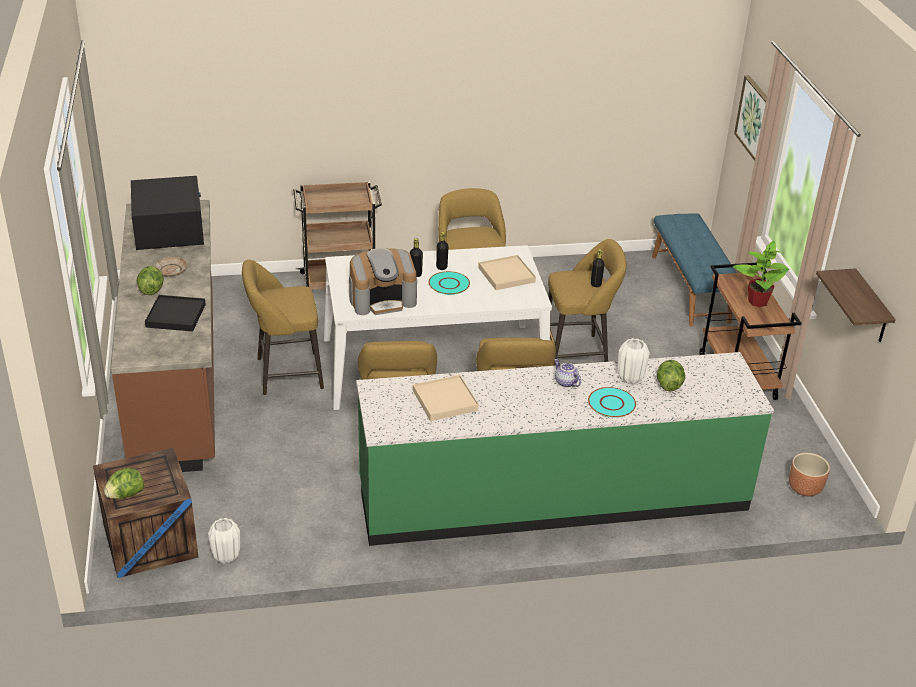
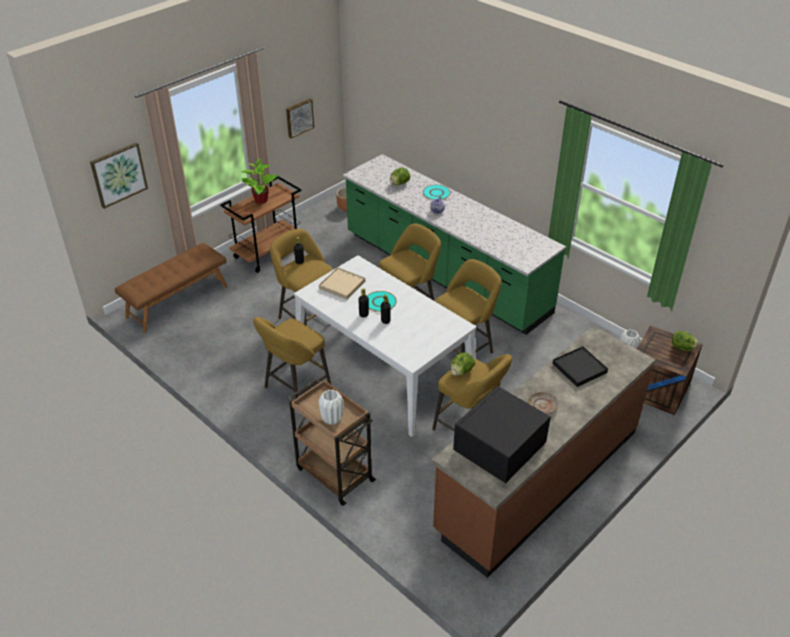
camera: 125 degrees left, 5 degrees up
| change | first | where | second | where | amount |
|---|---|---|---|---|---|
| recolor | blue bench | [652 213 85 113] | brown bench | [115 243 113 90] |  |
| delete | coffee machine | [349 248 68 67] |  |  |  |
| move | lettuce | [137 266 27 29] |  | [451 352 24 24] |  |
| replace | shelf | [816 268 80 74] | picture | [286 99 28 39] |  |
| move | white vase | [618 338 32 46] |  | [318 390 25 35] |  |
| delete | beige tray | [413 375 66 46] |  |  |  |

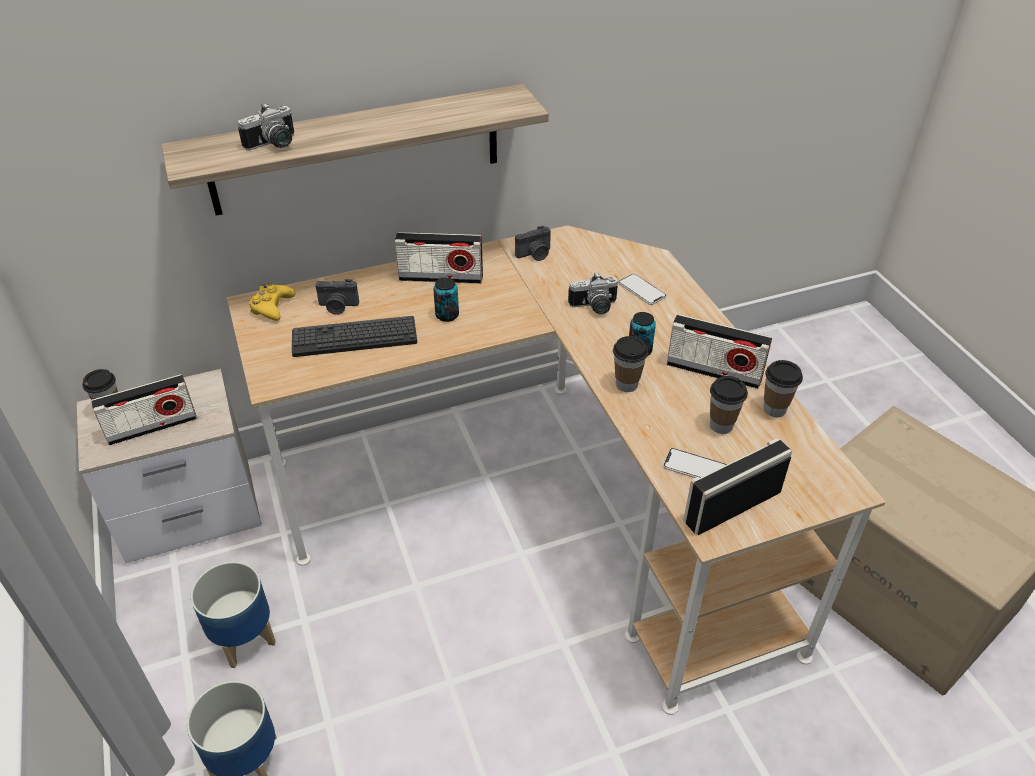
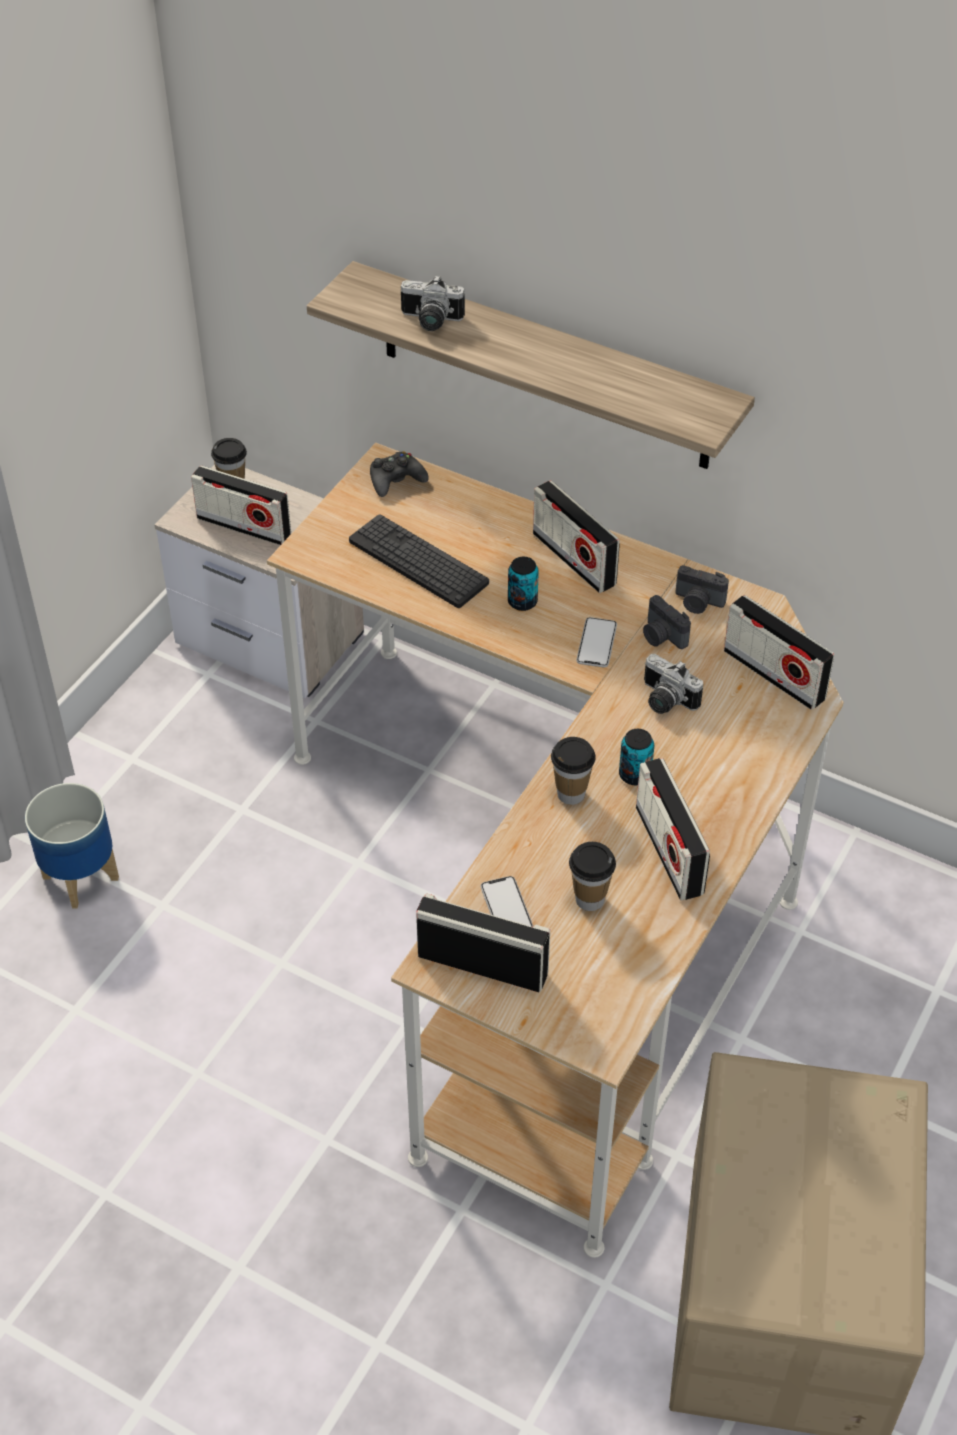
camera: 50 degrees right, 5 degrees up
| change | first | where | second | where | amount |
|---|---|---|---|---|---|
| move | phone | [618 274 49 31] |  | [576 617 41 50] |  |
| move | photo camera | [316 279 43 36] |  | [643 595 48 54] |  |
| recolor | yellow game controller | [250 284 45 37] | black game controller | [370 451 59 46] |  |
| delete | cup | [763 360 40 57] |  |  |  |
| delete | planter | [191 561 85 107] |  |  |  |
| insert |  |  | radio | [724 595 111 115] |  |

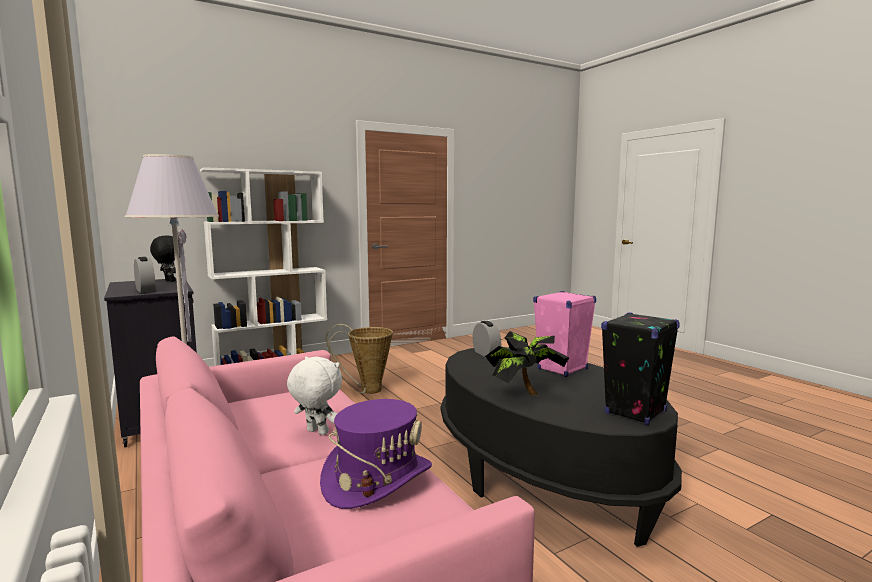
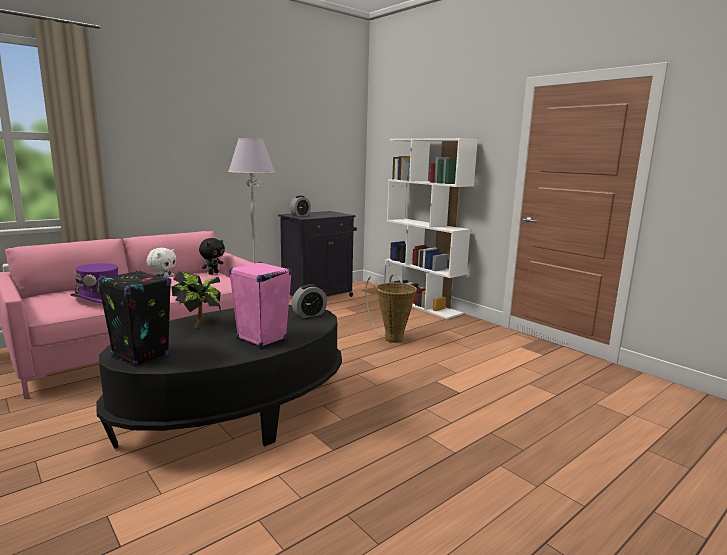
camera: 80 degrees right, 5 degrees up
| change | first | where | second | where | amount |
|---|---|---|---|---|---|
| move | black plush toy | [150 235 30 47] |  | [199 238 26 37] |  |

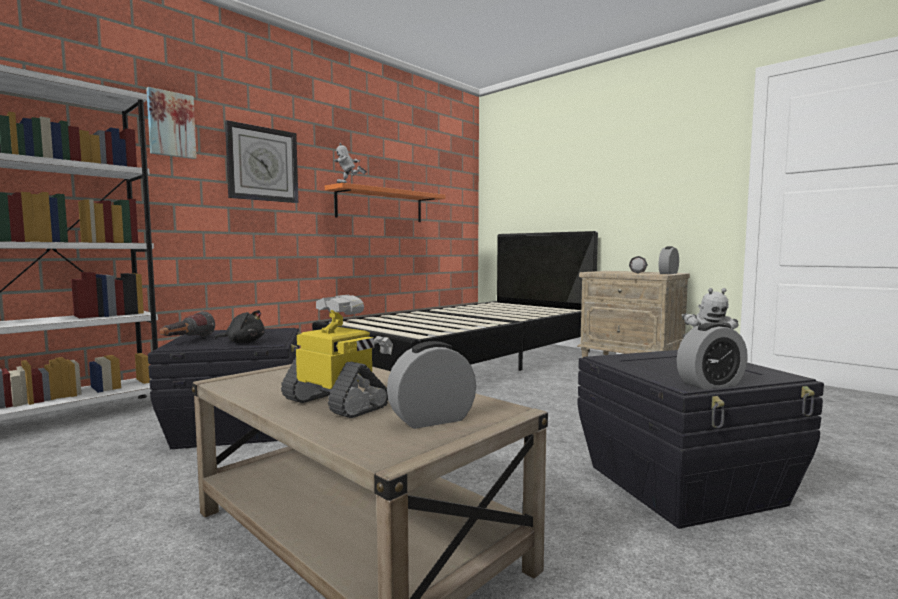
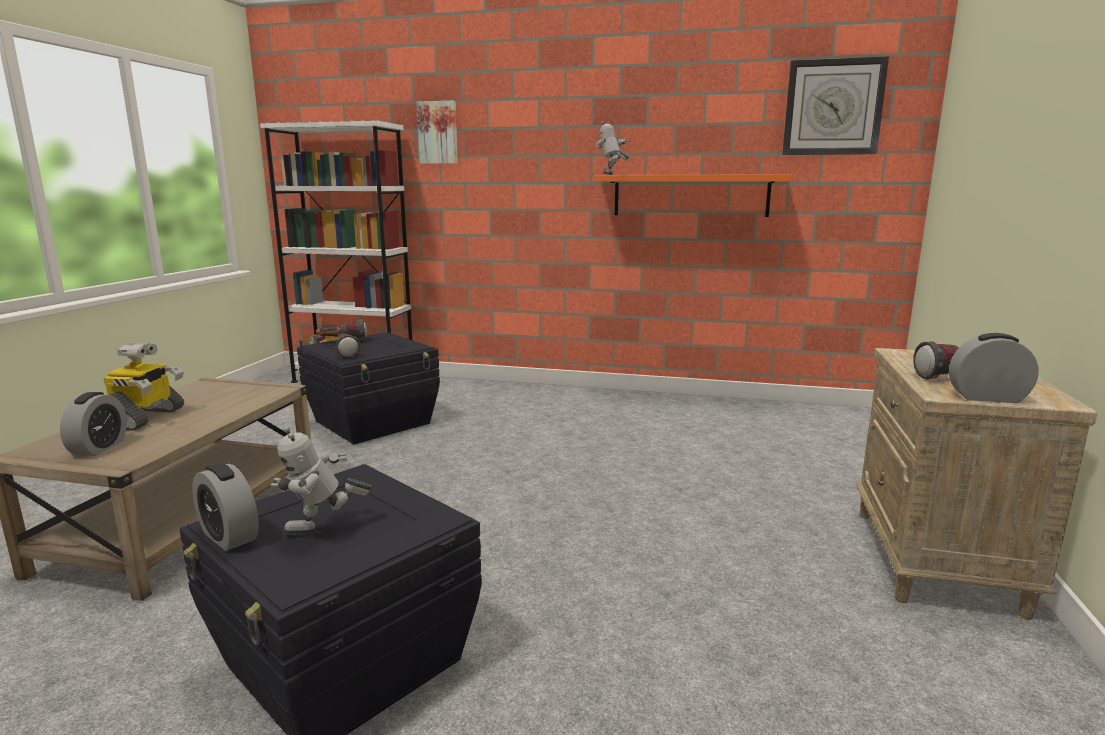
camera: 60 degrees right, 10 degrees up
| change | first | where | second | where | amount |
|---|---|---|---|---|---|
| move | wall clock | [225 120 73 83] |  | [782 57 107 98] |  |
| delete | black bed | [312 231 286 140] |  |  |  |
| replace | black plush toy | [215 310 50 33] | flashlight | [335 333 26 26] |  |
| rotate | alarm clock | [387 341 89 88] |  | [60 392 67 64] | 60 degrees clockwise |

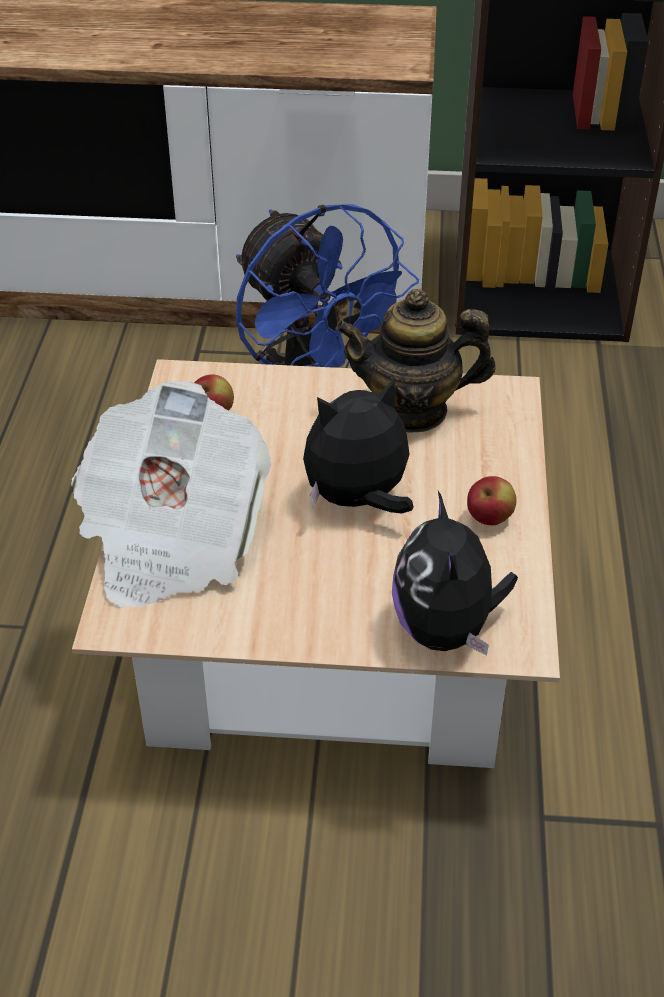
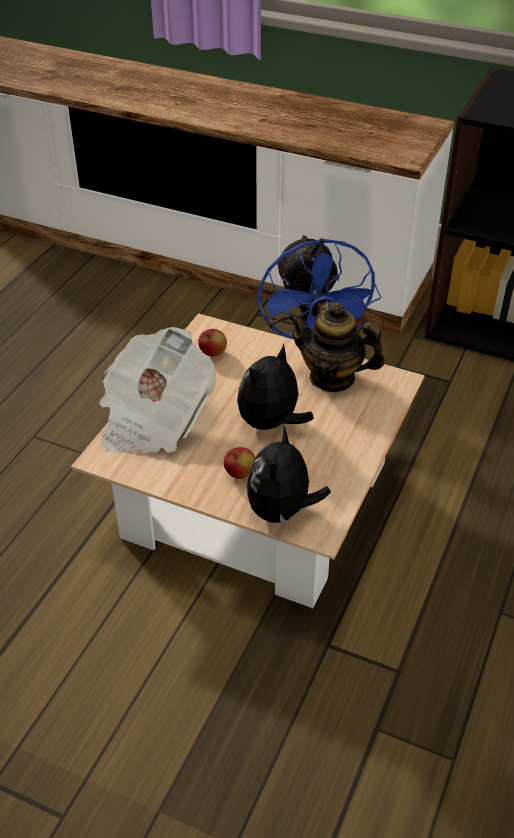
camera: 20 degrees right, 0 degrees up
| change | first | where | second | where | amount |
|---|---|---|---|---|---|
| rotate | plush toy | [303 377 110 136] |  | [237 344 77 89] | 45 degrees counterclockwise |
| move | apple | [467 476 49 49] |  | [224 447 31 32] |  |

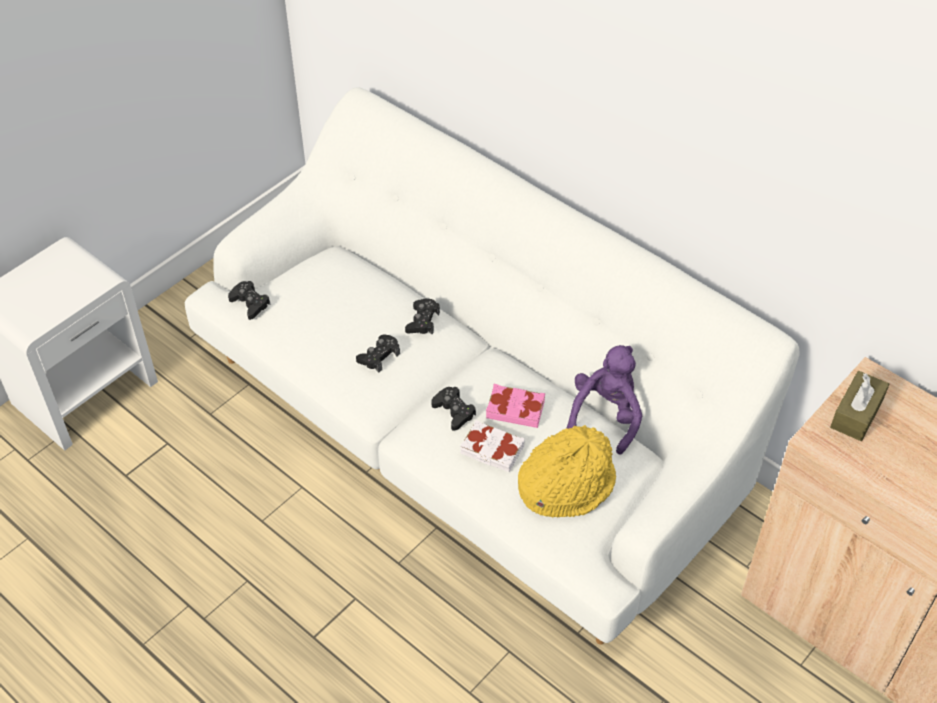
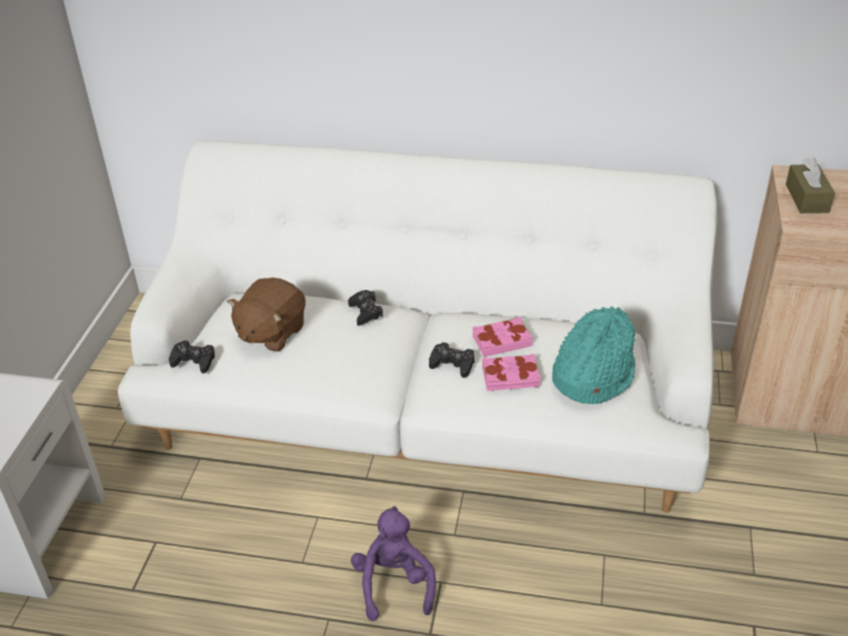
camera: 30 degrees left, 10 degrees down
| change | first | where | second | where | amount |
|---|---|---|---|---|---|
| delete | black game controller | [356 334 44 39] |  |  |  |
| move | purple plush toy | [567 345 75 110] |  | [351 506 85 115] |  |
| recolor | white book | [460 420 65 52] | pink book | [482 354 59 37] |  |
| recolor | yellow hat | [518 425 98 93] | turquoise hat | [552 306 83 98] |  |
| insert |  |  | brown plush toy | [227 278 79 74] |  |

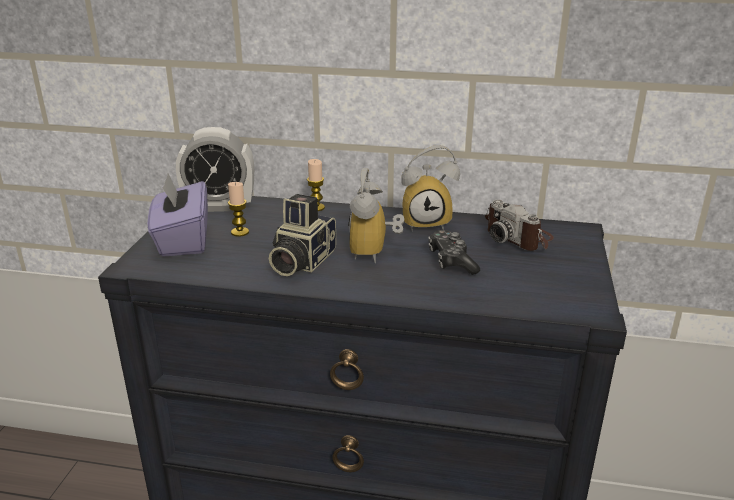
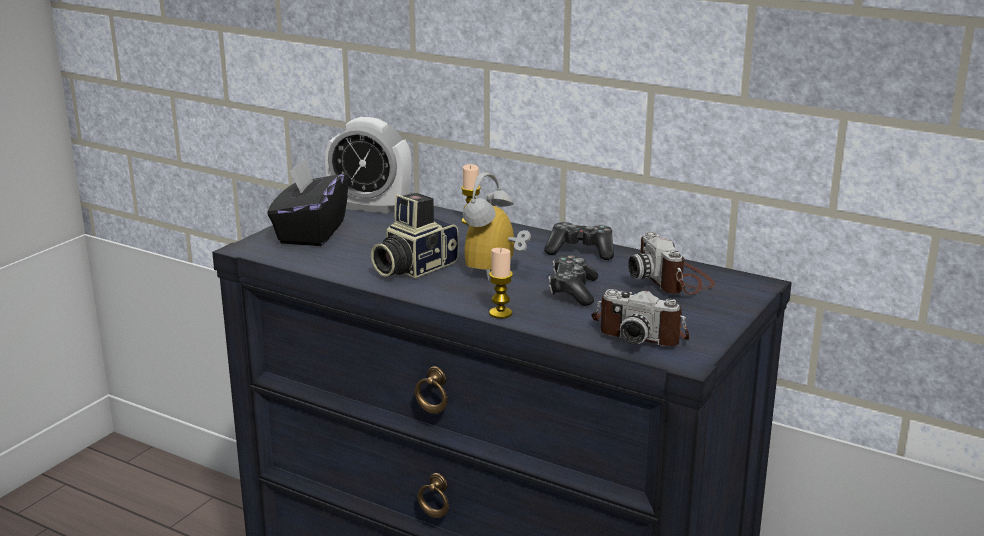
camera: 20 degrees right, 5 degrees down
| change | first | where | second | where | amount |
|---|---|---|---|---|---|
| replace | alarm clock | [401 145 59 86] | game controller | [544 222 70 38] |  |
| recolor | purple tissue box | [147 174 61 83] | black tissue box | [267 158 82 88] |  |
| move | candle | [228 182 21 55] |  | [489 248 24 71] |  |
| insert |  |  | photo camera | [591 289 98 57] |  |

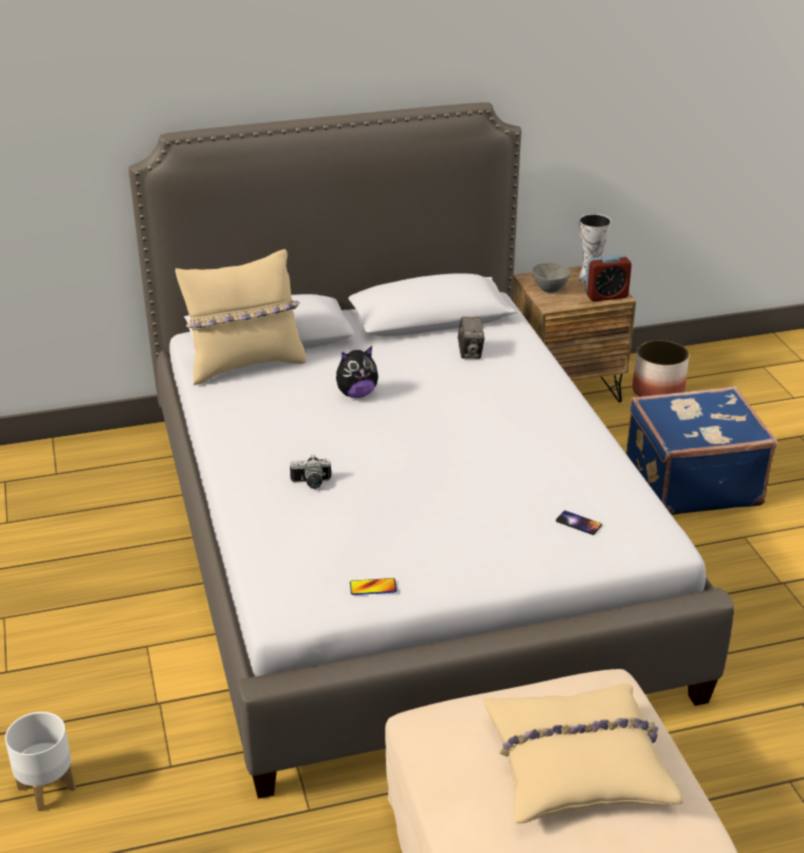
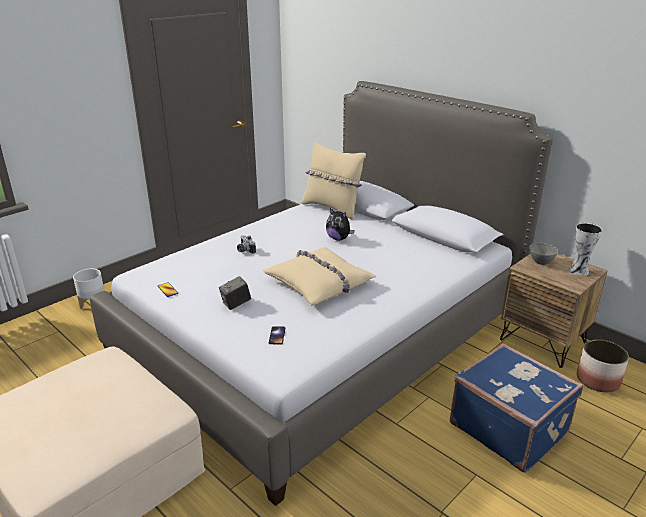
camera: 60 degrees right, 5 degrees down
| change | first | where | second | where | amount |
|---|---|---|---|---|---|
| delete | alarm clock | [585 255 47 46] |  |  |  |
| move | photo camera | [458 317 27 42] |  | [219 276 32 34] |  |
| move | beige pillow | [483 684 200 139] |  | [263 247 113 59] |  |

